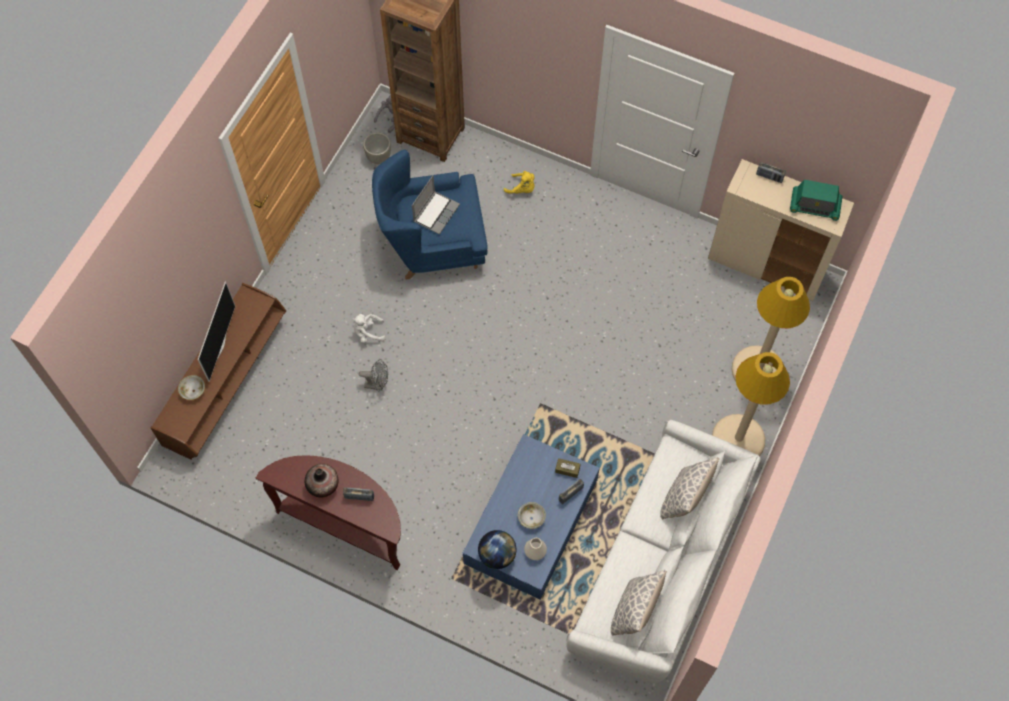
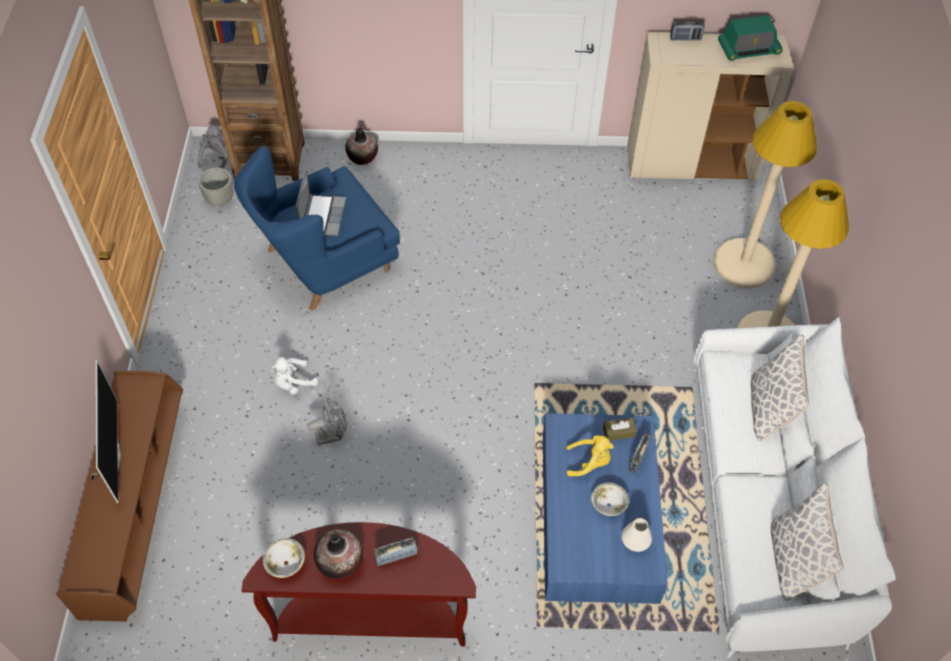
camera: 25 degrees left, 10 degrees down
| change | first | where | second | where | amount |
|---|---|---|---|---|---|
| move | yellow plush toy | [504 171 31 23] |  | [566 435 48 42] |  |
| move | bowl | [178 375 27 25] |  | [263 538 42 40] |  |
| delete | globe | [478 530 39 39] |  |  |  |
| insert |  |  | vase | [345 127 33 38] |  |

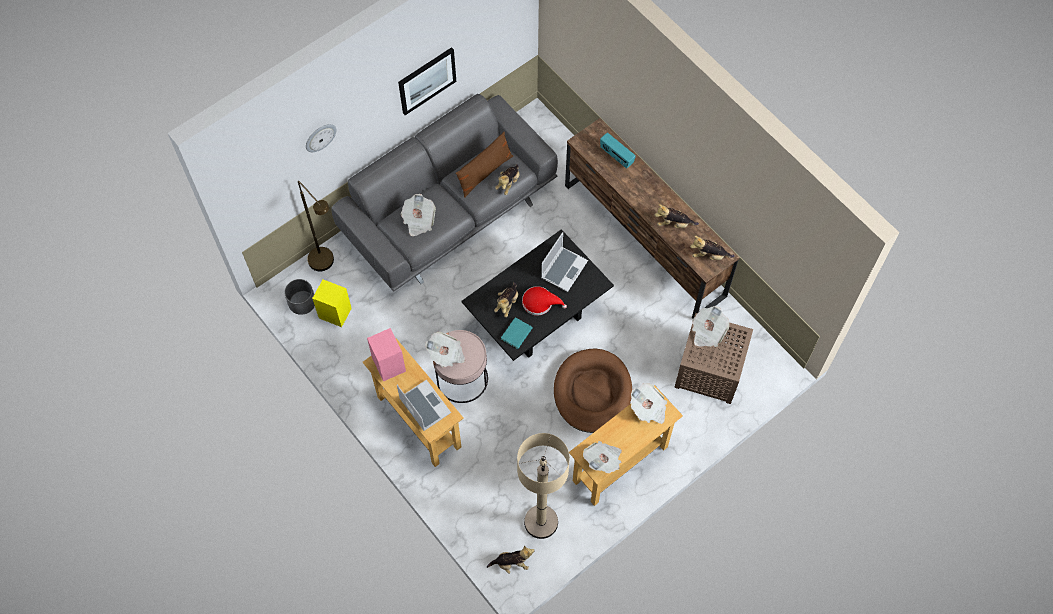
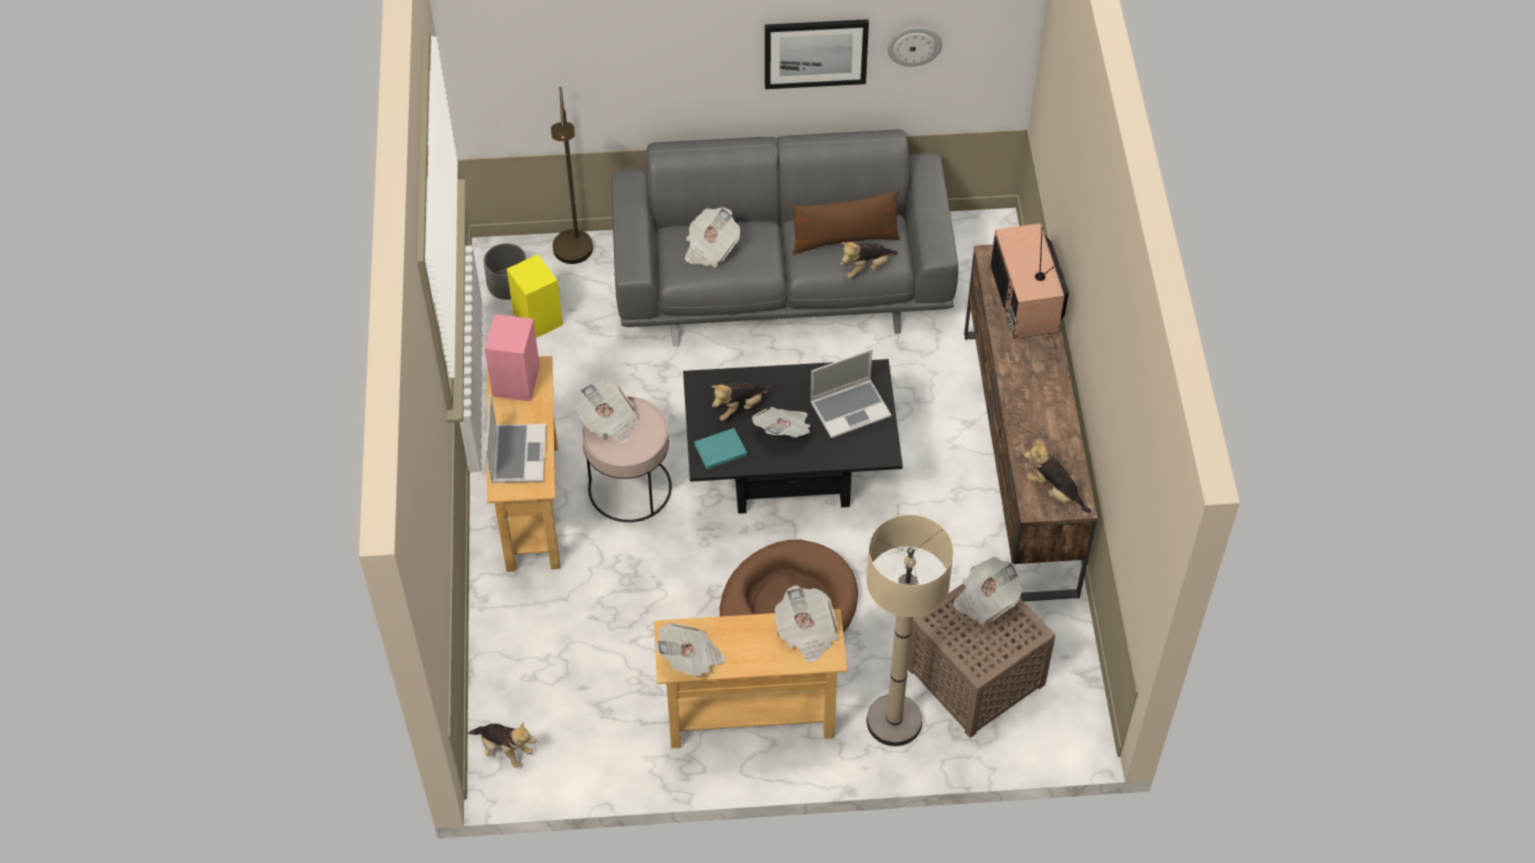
camera: 35 degrees right, 10 degrees down
| change | first | where | second | where | amount |
|---|---|---|---|---|---|
| move | wall clock | [306 124 31 28] |  | [887 27 55 40] |  |
| replace | radio | [600 133 36 35] | television | [991 223 78 116] |  |
| delete | plush toy | [654 204 45 24] |  |  |  |
| replace | red hat | [522 286 45 30] | newspaper | [752 407 59 30] |  |
| move | beige floor lamp | [517 433 53 106] |  | [867 515 86 231] |  |

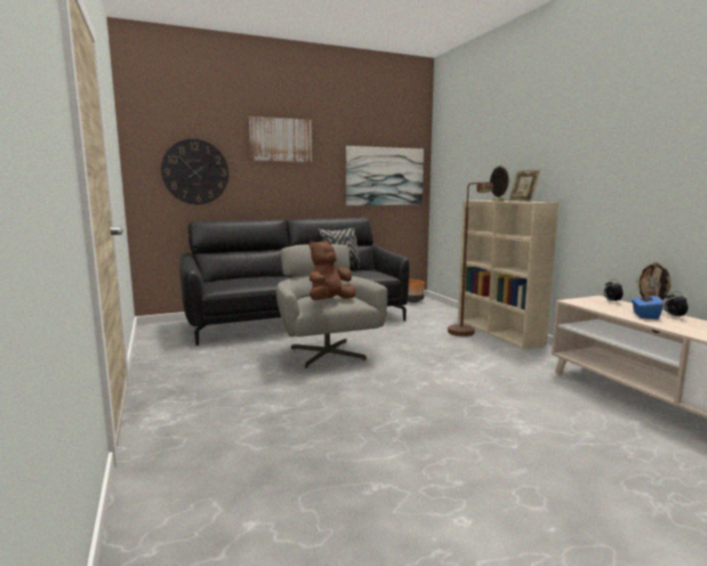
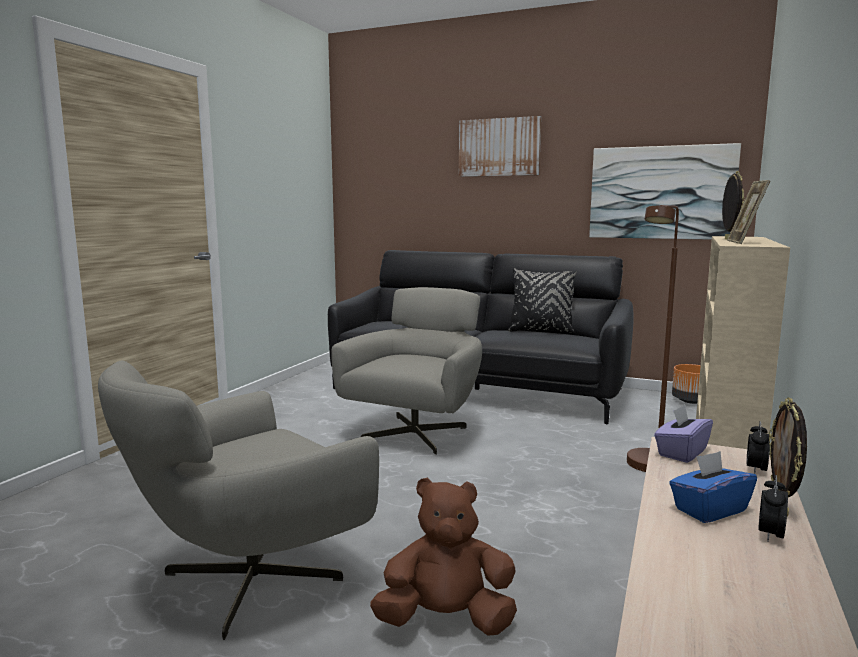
camera: 45 degrees right, 0 degrees up
| change | first | where | second | where | amount |
|---|---|---|---|---|---|
| delete | wall clock | [161 139 68 66] |  |  |  |
| move | brown plush toy | [309 241 47 59] |  | [370 478 147 158] |  |
| insert |  |  | grey armchair | [98 361 281 279] |  |
| insert |  |  | purple tissue box | [654 405 59 58] |  |

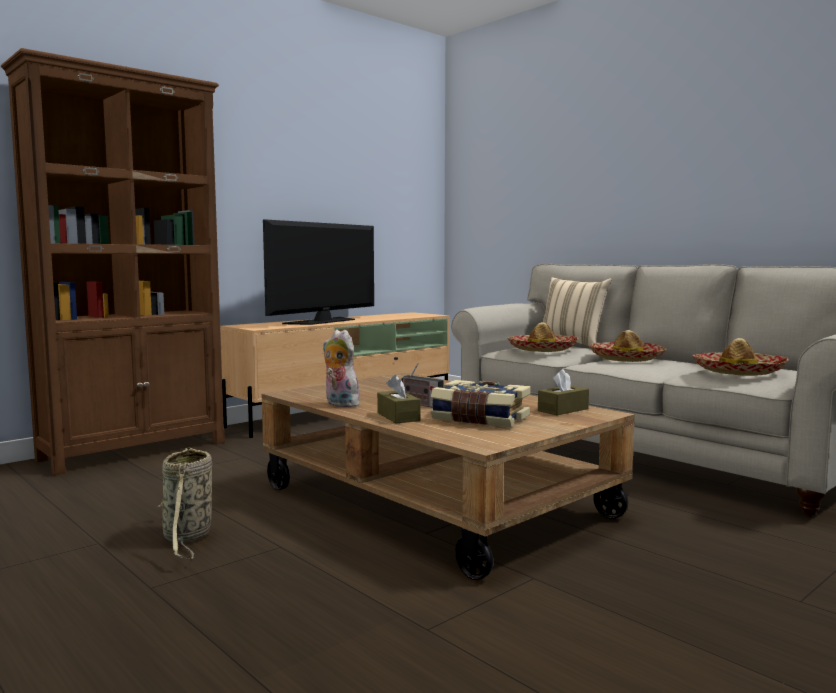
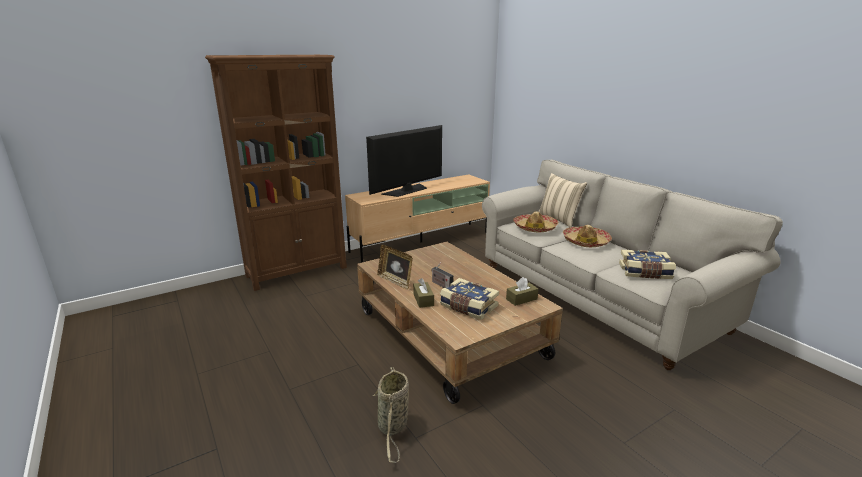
camera: 10 degrees right, 15 degrees up
| change | first | where | second | where | amount |
|---|---|---|---|---|---|
| replace | plush toy | [323 330 37 77] | picture frame | [377 245 36 45] |  |
| replace | hat | [692 338 97 38] | book | [619 250 57 29] |  |
| move | basket | [159 447 53 112] |  | [373 367 36 96] |  |

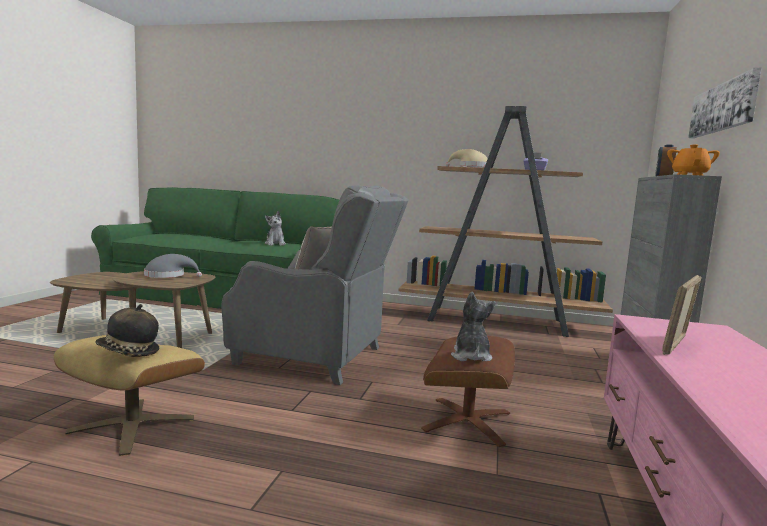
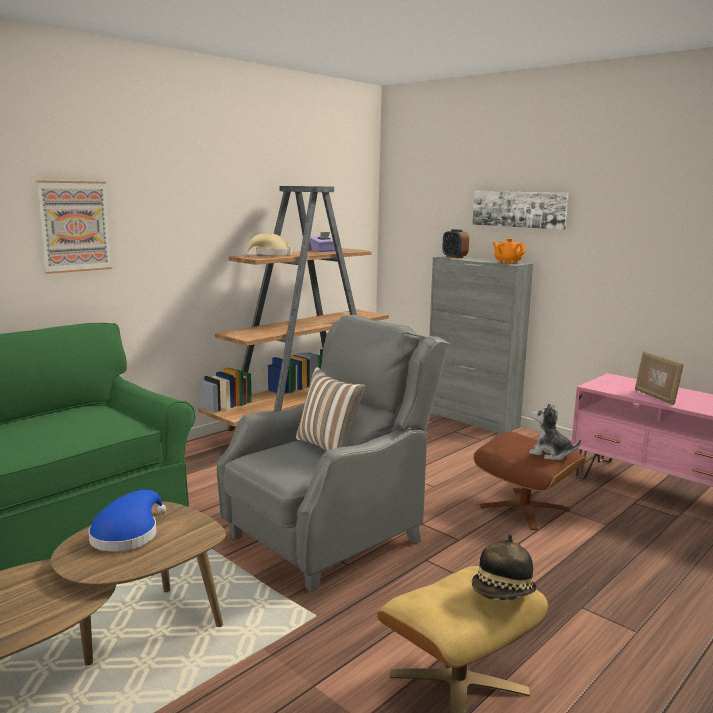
camera: 60 degrees left, 5 degrees up
| change | first | where | second | where | amount |
|---|---|---|---|---|---|
| delete | plush toy | [265 211 21 35] |  |  |  |
| recolor | grey hat | [144 254 58 24] | blue hat | [88 490 78 62] |  |
| insert |  |  | picture | [36 180 76 94] |  |

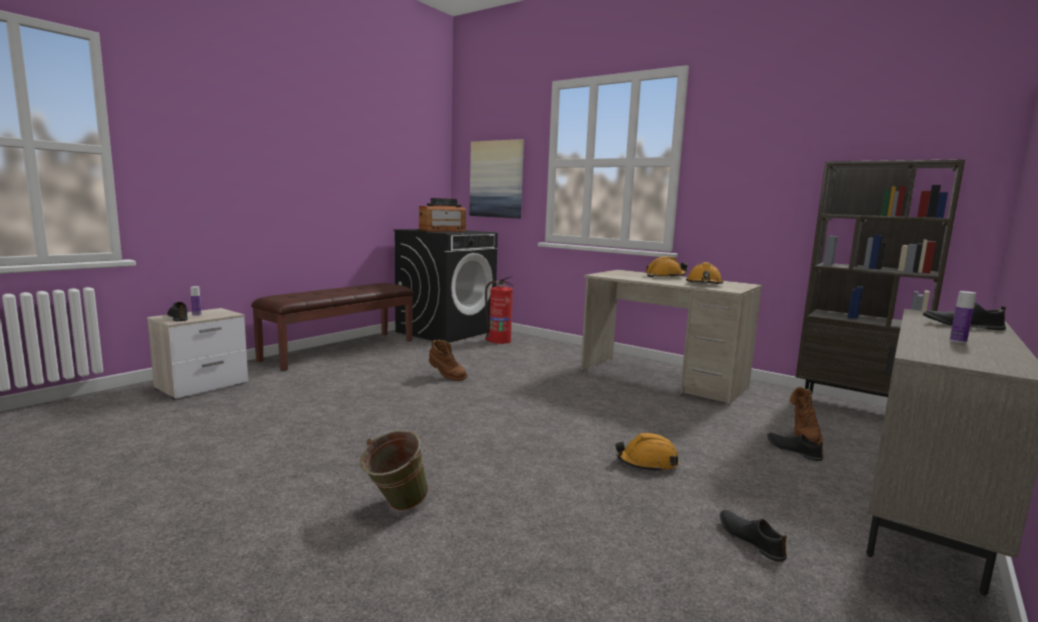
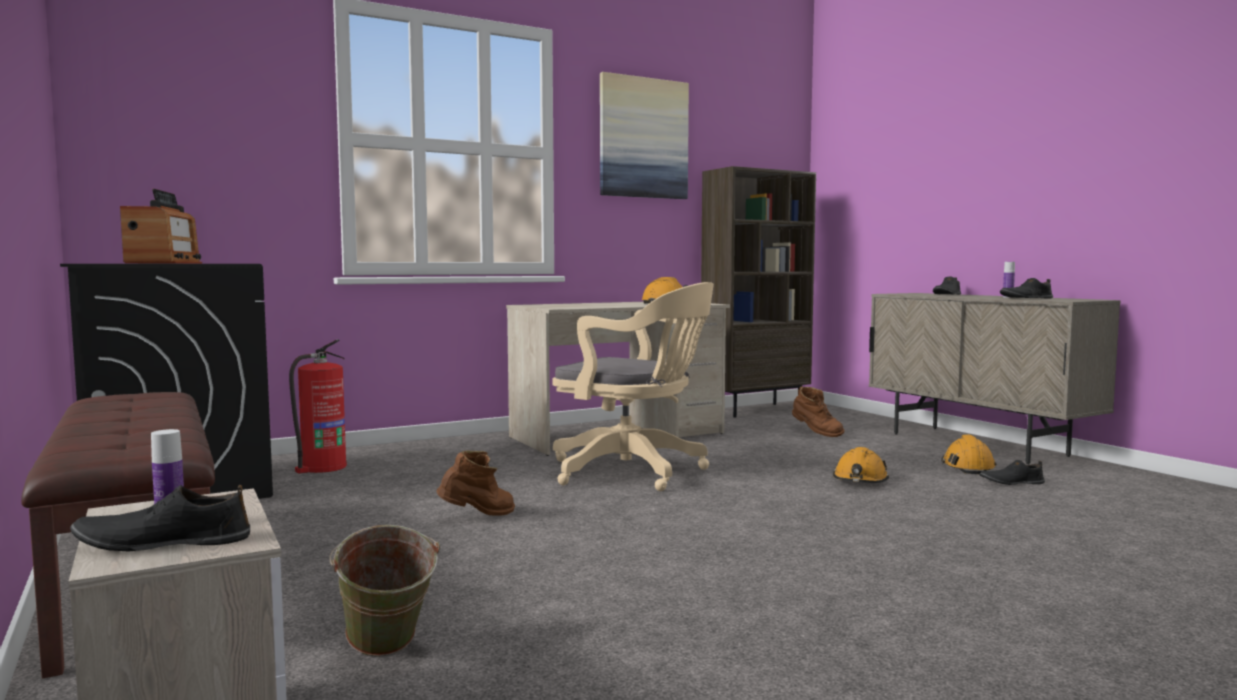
camera: 65 degrees left, 5 degrees down
| change | first | where | second | where | amount |
|---|---|---|---|---|---|
| move | picture | [469 139 55 79] |  | [600 72 89 127] |  |
| move | orange hard hat | [646 256 42 22] |  | [941 434 55 40] |  |
| move | green bucket | [360 430 69 81] |  | [329 525 111 132] |  |
| move | black shoe | [767 433 56 28] |  | [1000 278 53 20] |  |
| insert |  |  | beige office chair | [553 282 161 209] |  |

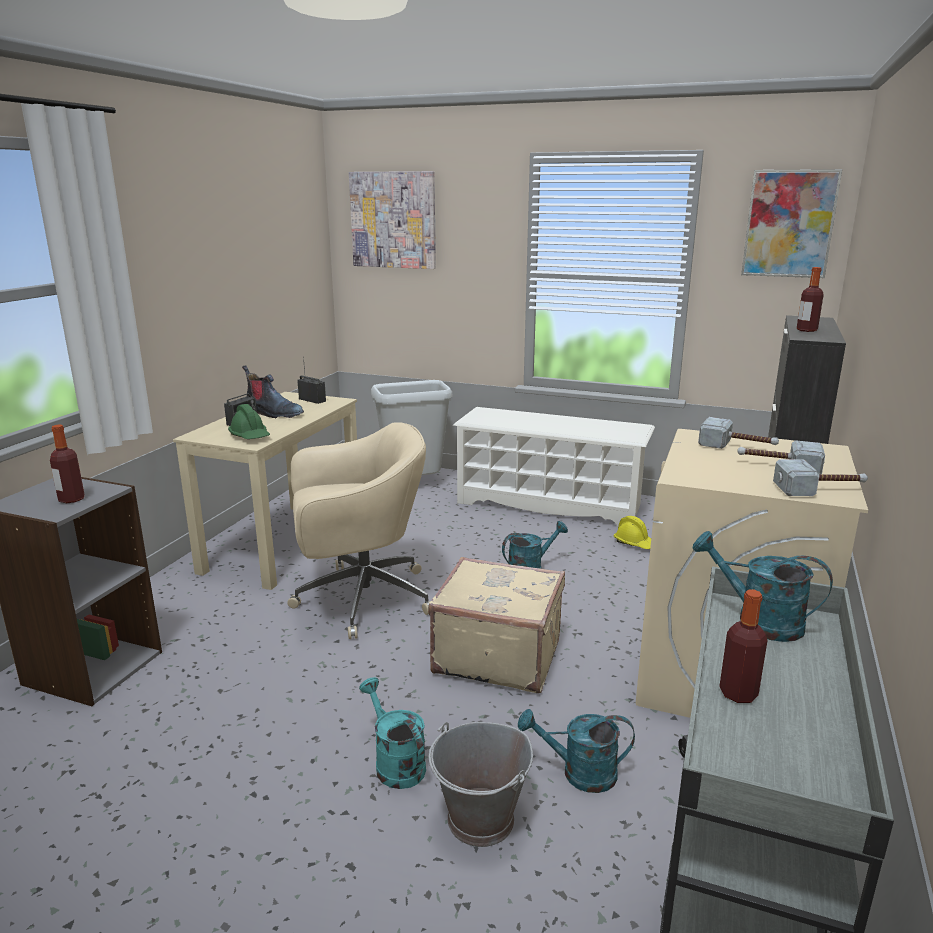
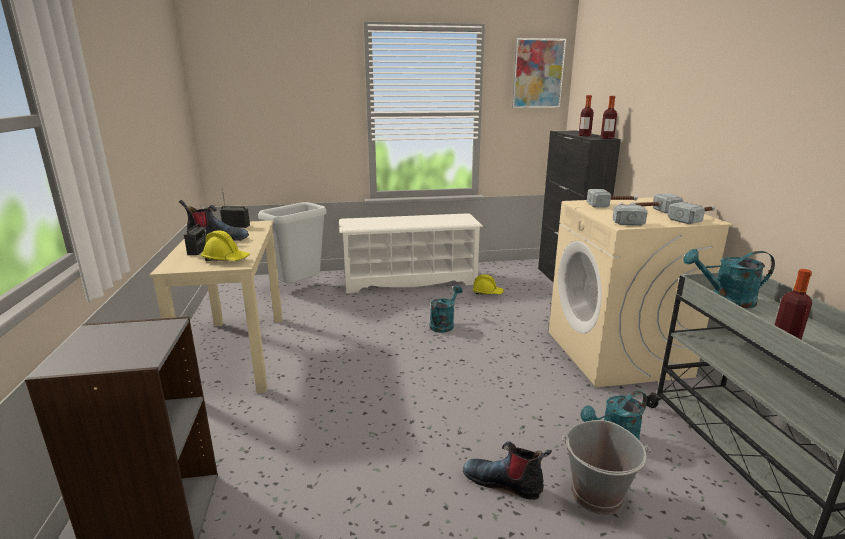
camera: 30 degrees left, 0 degrees up
| change | first | where | second | where | amount |
|---|---|---|---|---|---|
| delete | picture | [349 171 87 98] |  |  |  |
| recolor | green hard hat | [228 404 42 35] | yellow hard hat | [201 230 49 31] |  |
| delete | beige office chair | [287 422 143 217] |  |  |  |
| move | bottle | [50 424 34 79] |  | [601 96 16 43] |  |
| delete | beige suitcase | [428 557 137 136] |  |  |  |
| replace | turquoise watering can | [359 677 67 112] | boot | [463 441 89 59] |  |
| insert |  |  | hammer | [613 202 35 24] |  |

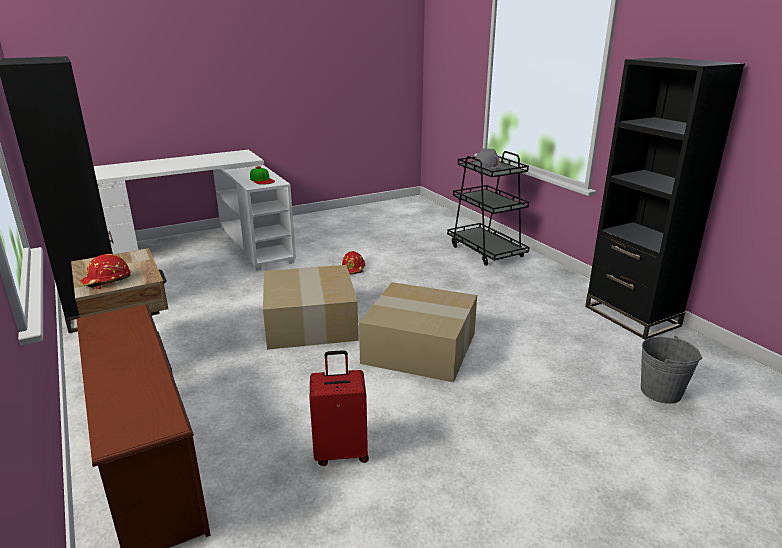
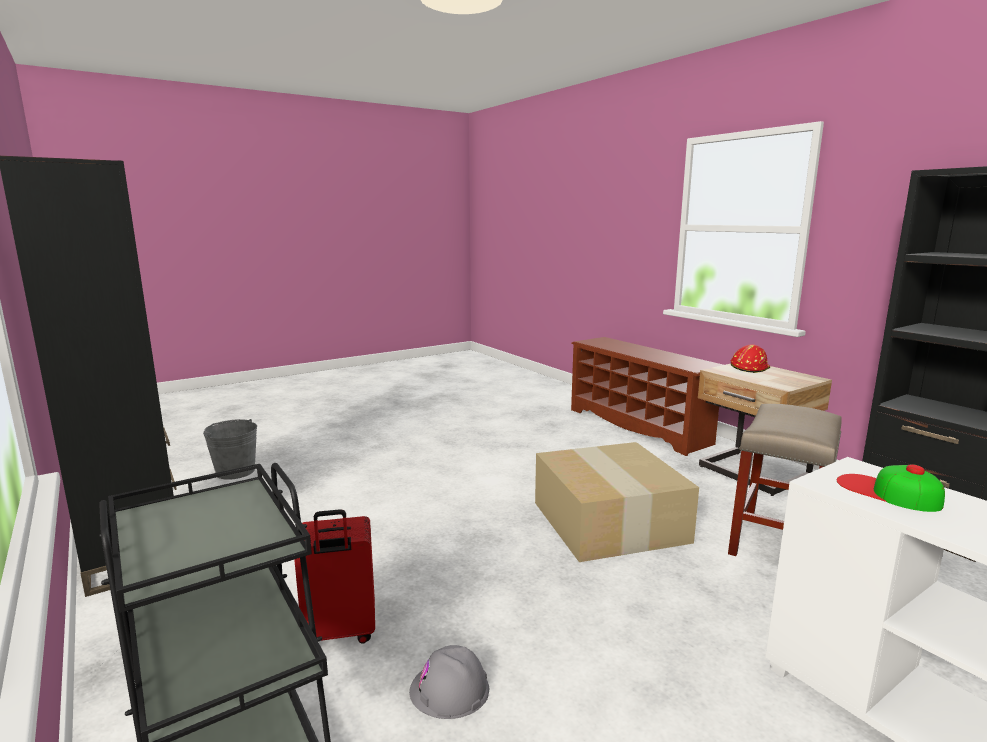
camera: 175 degrees right, 10 degrees down
| change | first | where | second | where | amount |
|---|---|---|---|---|---|
| move | grey hard hat | [472 148 31 21] |  | [409 645 80 74] |  |
| delete | red hard hat | [342 251 23 23] |  |  |  |
| delete | cardboard box | [359 282 118 100] |  |  |  |
| move | red suitcase | [310 350 59 116] |  | [294 509 81 134] |  |
| insert |  |  | beige stool | [728 404 114 152] |  |

